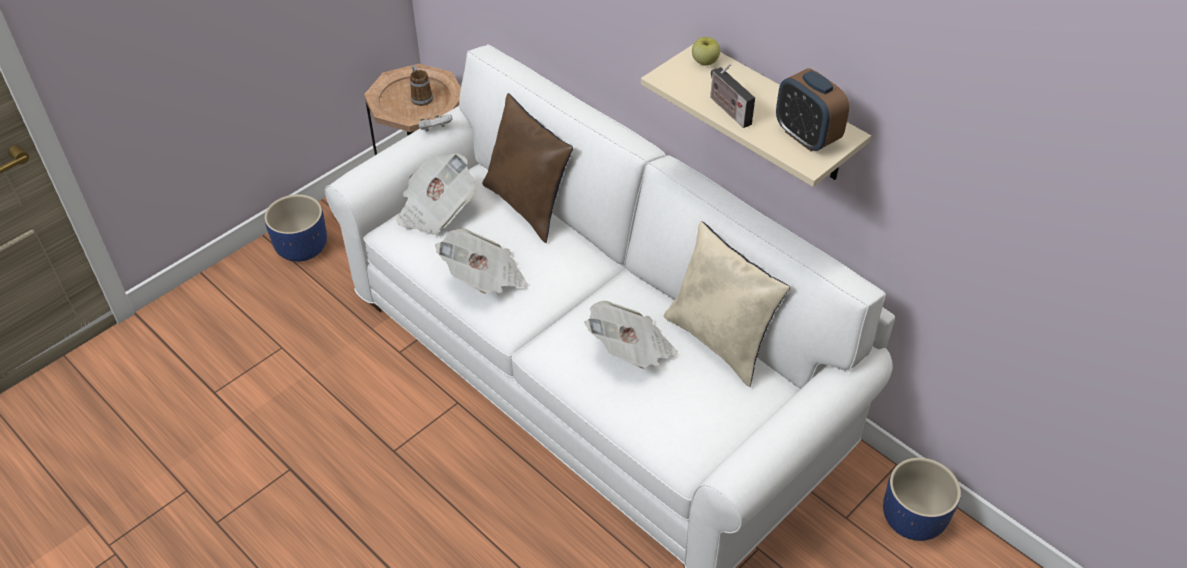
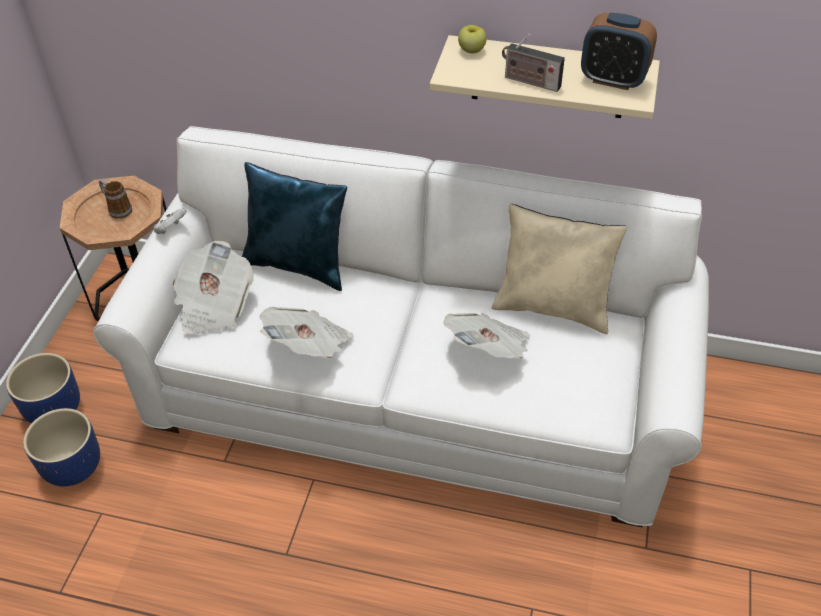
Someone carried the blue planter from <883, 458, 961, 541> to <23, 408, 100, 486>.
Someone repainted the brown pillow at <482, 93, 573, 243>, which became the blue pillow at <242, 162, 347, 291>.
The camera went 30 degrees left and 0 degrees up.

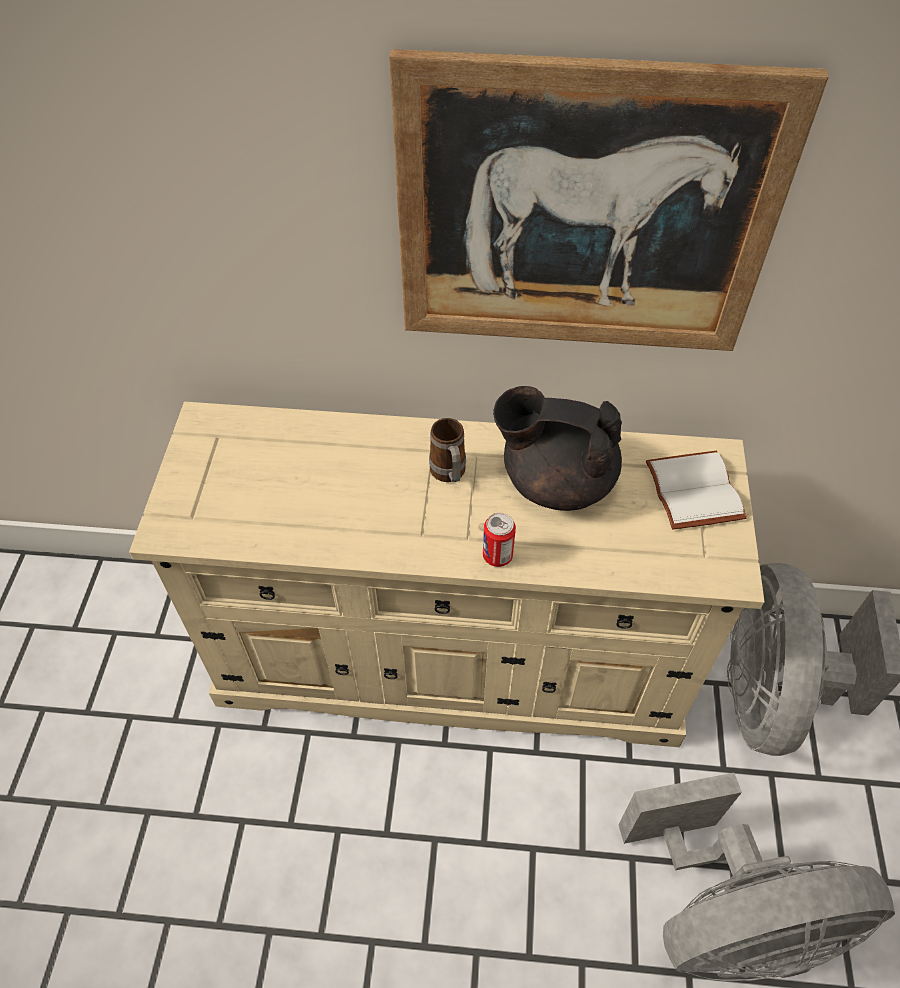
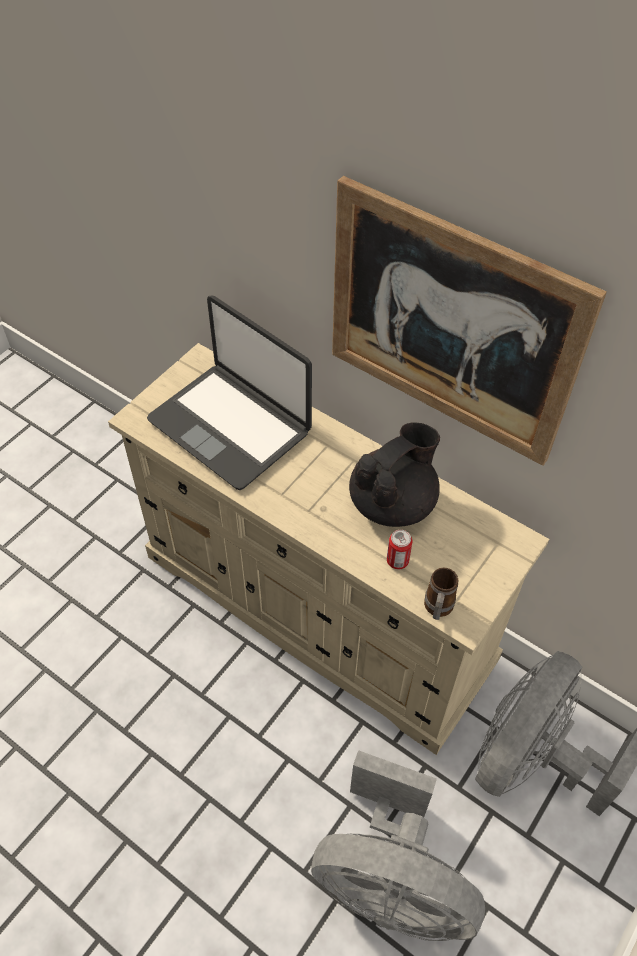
Someone put down the laptop at <147, 295, 312, 490>.
Someone rotated the black teapot at <493, 386, 622, 511> by 90 degrees clockwise.
Someone carried the can from <483, 513, 516, 567> to <387, 530, 413, 569>.
Someone carried the mug from <429, 418, 466, 482> to <424, 567, 458, 620>.
Someone took away the white book at <646, 451, 747, 530>.
The camera went 30 degrees right and 0 degrees up.

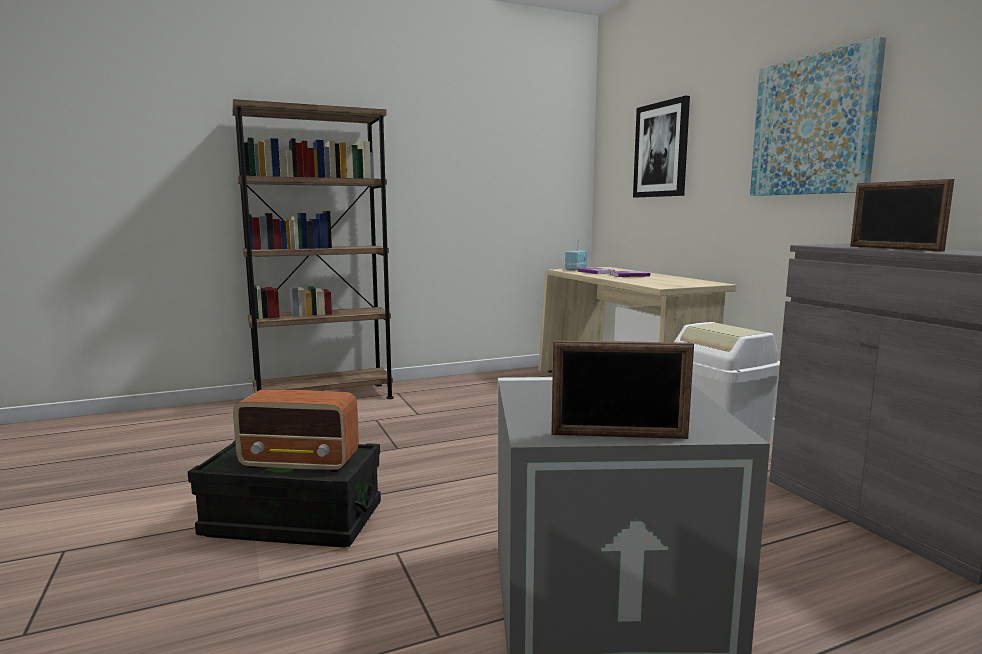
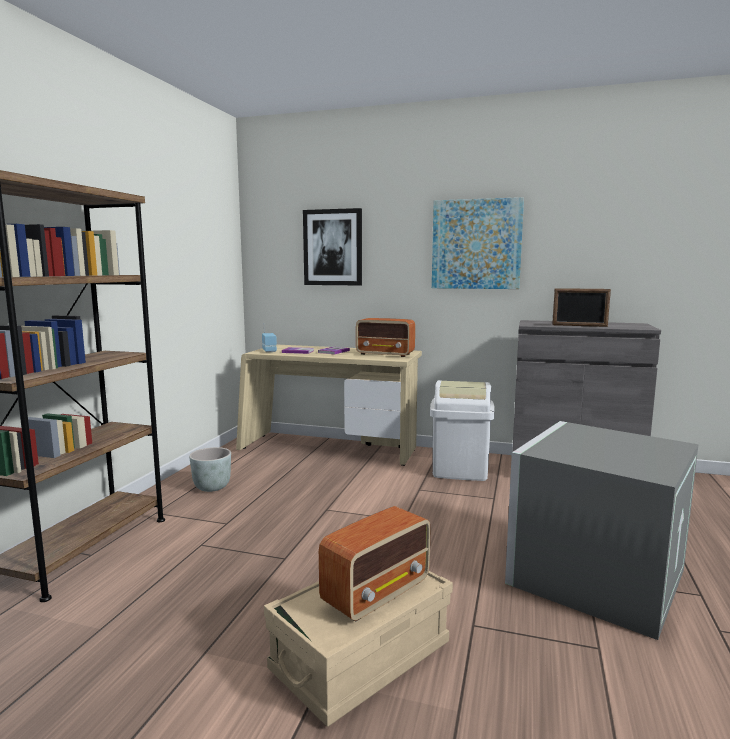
Someone put down the grey planter at <189, 447, 231, 492>.
Someone repainted the black storage box at <188, 440, 381, 548>, which became the beige storage box at <264, 571, 453, 727>.
Someone put down the radio at <356, 318, 415, 357>.
Someone took away the picture frame at <551, 340, 694, 439>.
The camera went 50 degrees left and 0 degrees up.

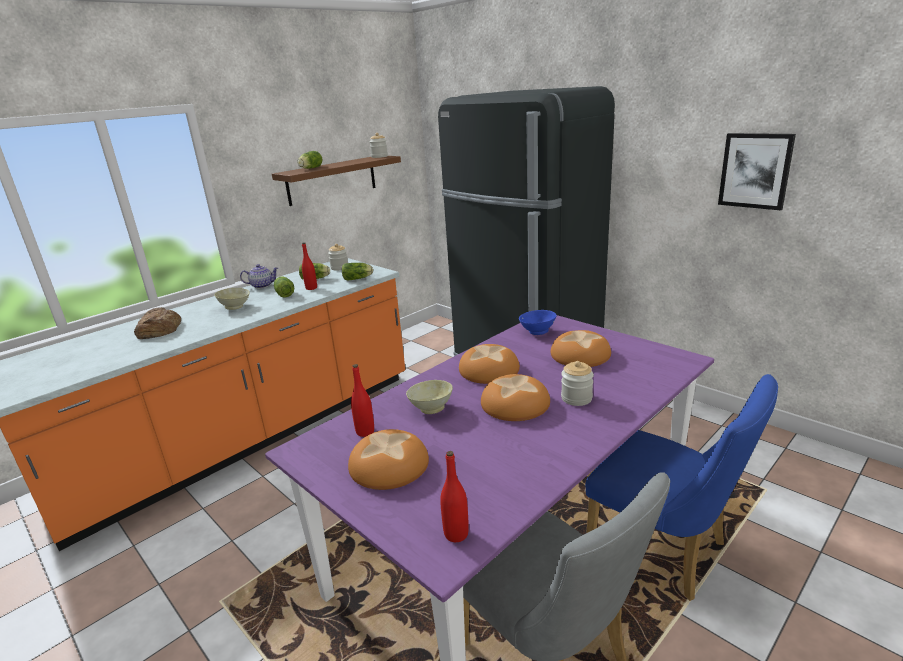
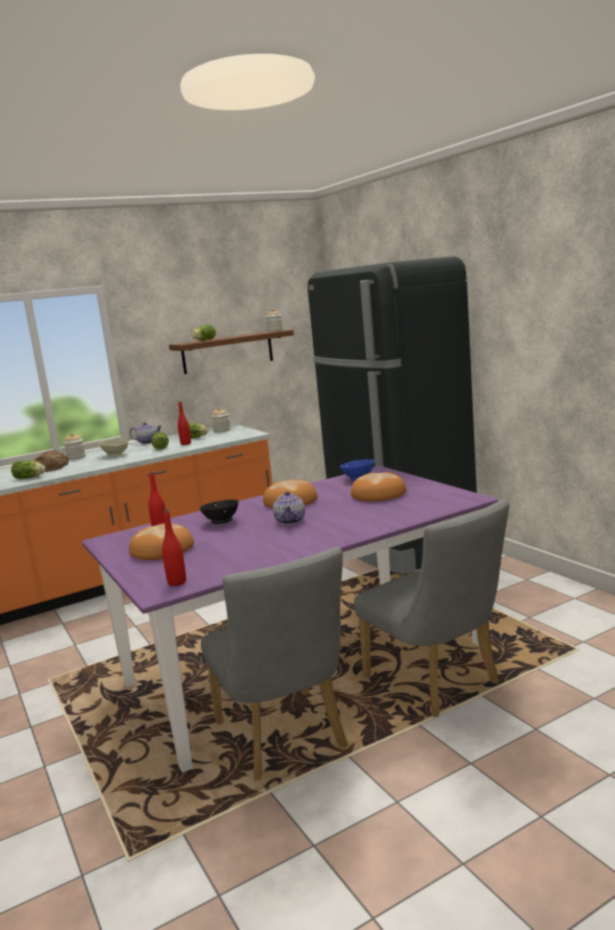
Someone carried the lettuce from <342, 263, 373, 281> to <11, 461, 45, 479>.
Someone carried the jar from <561, 361, 594, 406> to <64, 433, 86, 460>.
Someone repainted the beige bowl at <406, 380, 453, 414>, which became the black bowl at <200, 499, 239, 524>.
Someone swapped the bread at <481, 374, 550, 421> for the teapot at <273, 491, 305, 525>.
Someone repainted the blue chair at <586, 374, 778, 601>, which became the grey chair at <354, 499, 509, 717>.
Someone took away the picture at <718, 133, 796, 210>.
The camera went 15 degrees right and 10 degrees down.

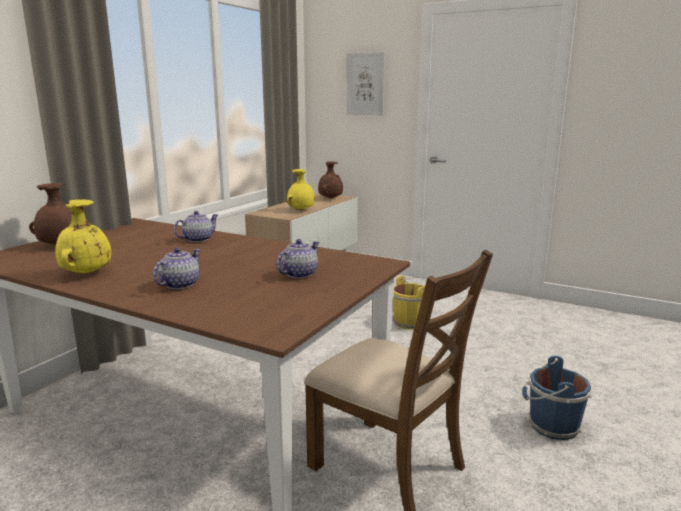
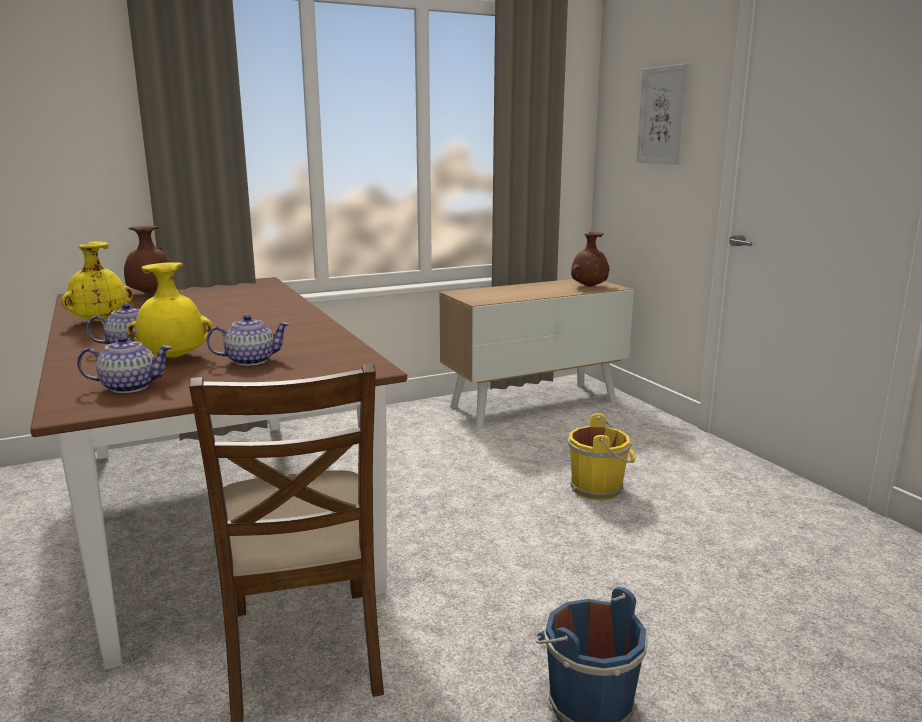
Someone carried the teapot from <174, 211, 219, 242> to <77, 336, 172, 393>.
Someone carried the yellow vase from <287, 169, 315, 210> to <128, 262, 213, 359>.
The camera went 35 degrees right and 0 degrees up.

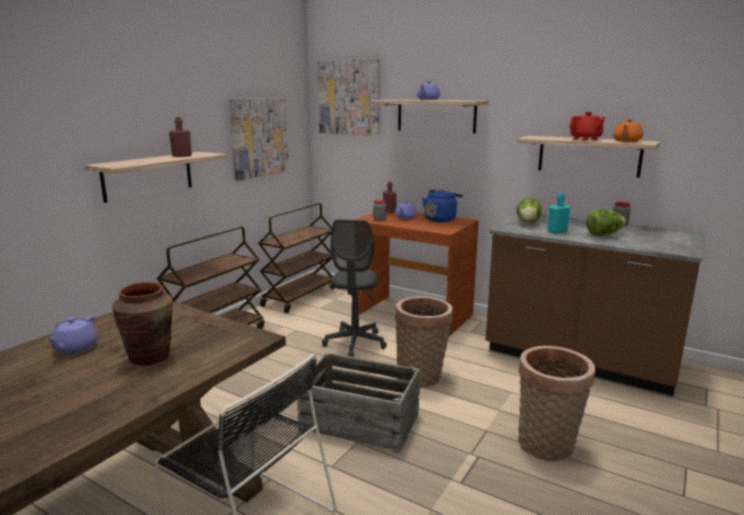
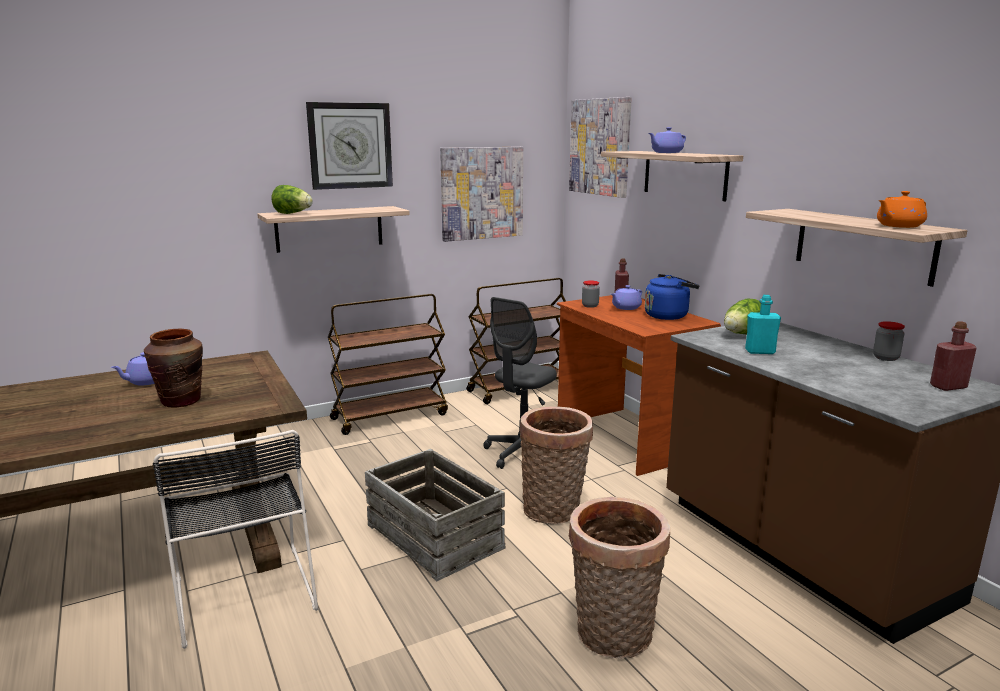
Someone carried the lettuce from <586, 209, 626, 236> to <271, 185, 313, 214>.
Someone put up the wall clock at <306, 102, 393, 190>.
Someone carried the red bottle from <169, 117, 192, 157> to <930, 321, 976, 391>.
Someone took away the red teapot at <569, 112, 605, 141>.
The camera went 30 degrees right and 0 degrees up.

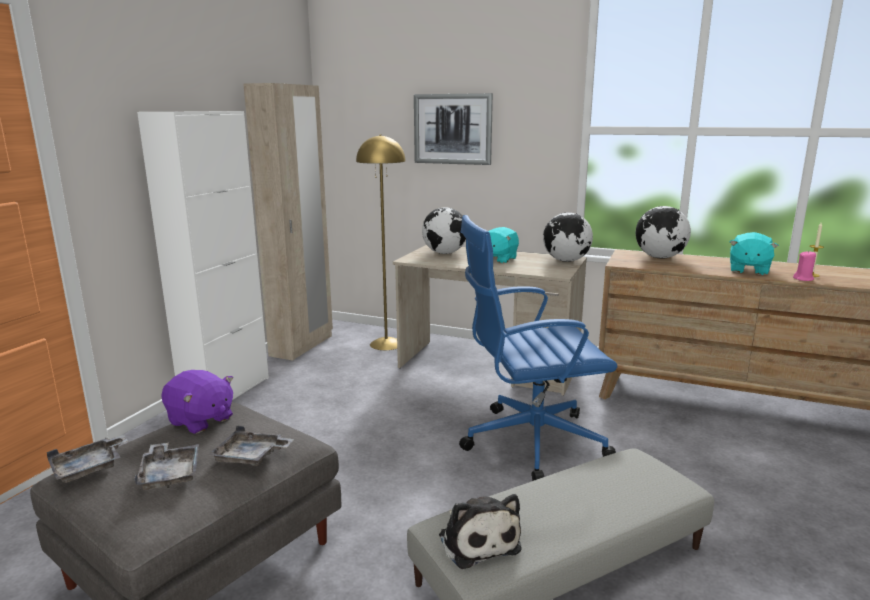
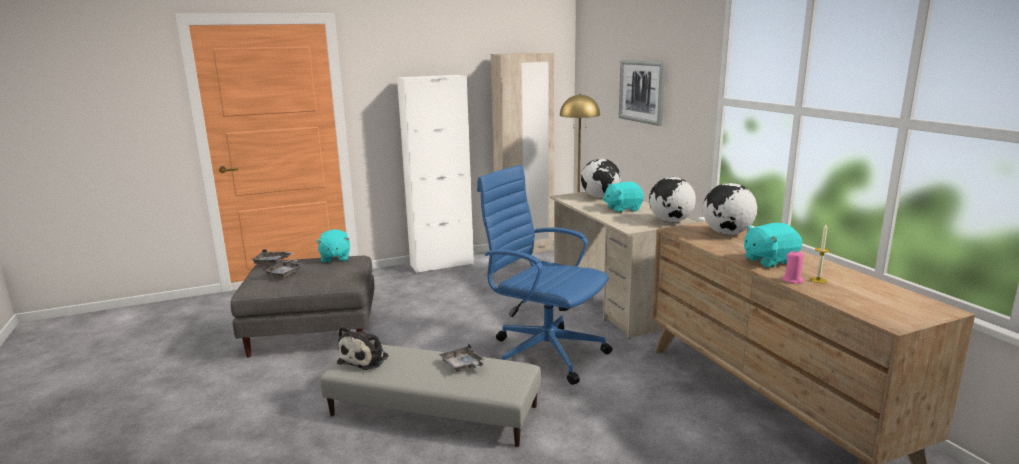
Someone repainted the purple plush toy at <161, 370, 233, 434>, which became the turquoise plush toy at <315, 229, 350, 263>.
Someone carried the grey tray from <208, 425, 294, 466> to <439, 343, 487, 372>.
The camera went 45 degrees right and 0 degrees up.

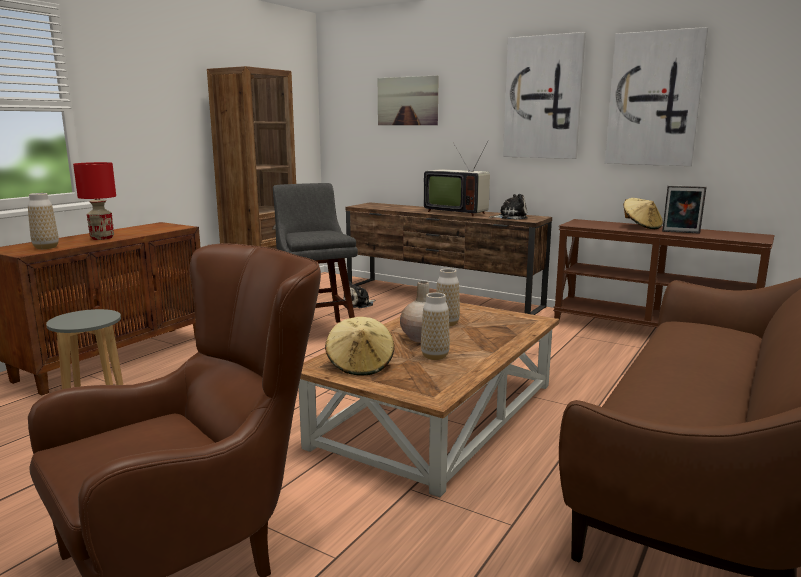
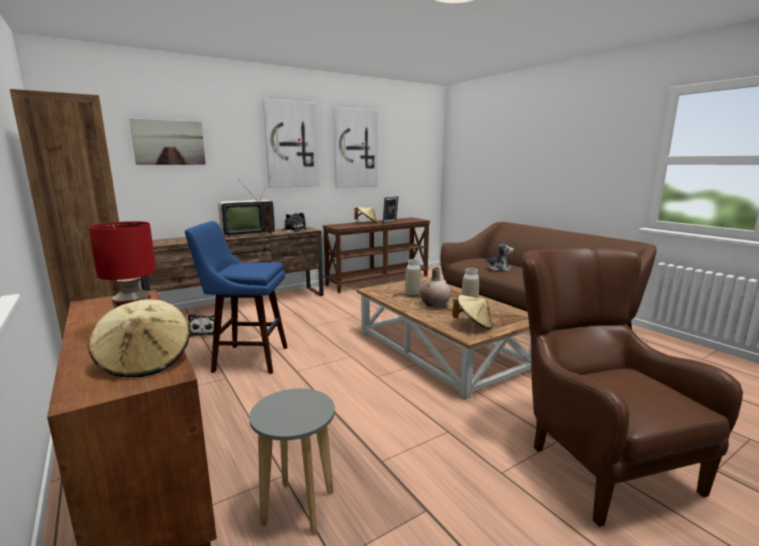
Someone swapped the vase at <28, 193, 59, 249> for the beige hat at <88, 300, 190, 377>.
Someone repainted the grey stool at <273, 183, 358, 323>, which became the blue stool at <185, 221, 287, 374>.
Someone put down the plush toy at <484, 240, 514, 271>.
The camera went 65 degrees left and 0 degrees up.

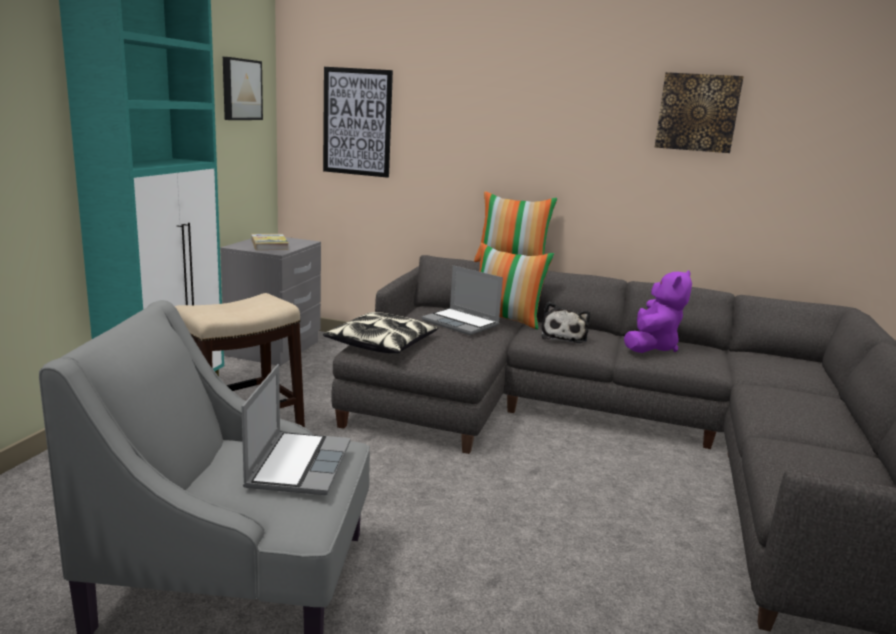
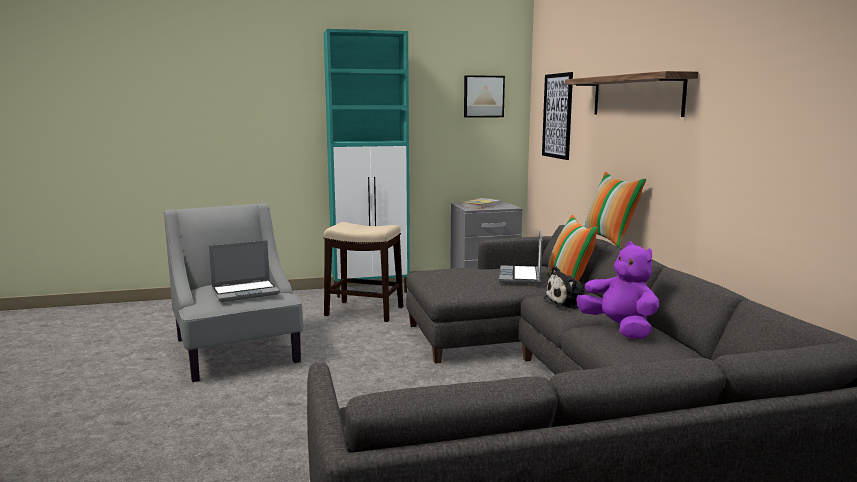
Someone put up the shelf at <565, 71, 699, 117>.
Someone rotated the purple plush toy at <624, 270, 692, 353> by 120 degrees counterclockwise.
Someone took away the pillow at <323, 312, 438, 353>.
Someone took away the picture at <655, 72, 744, 153>.
The camera went 60 degrees right and 5 degrees down.

